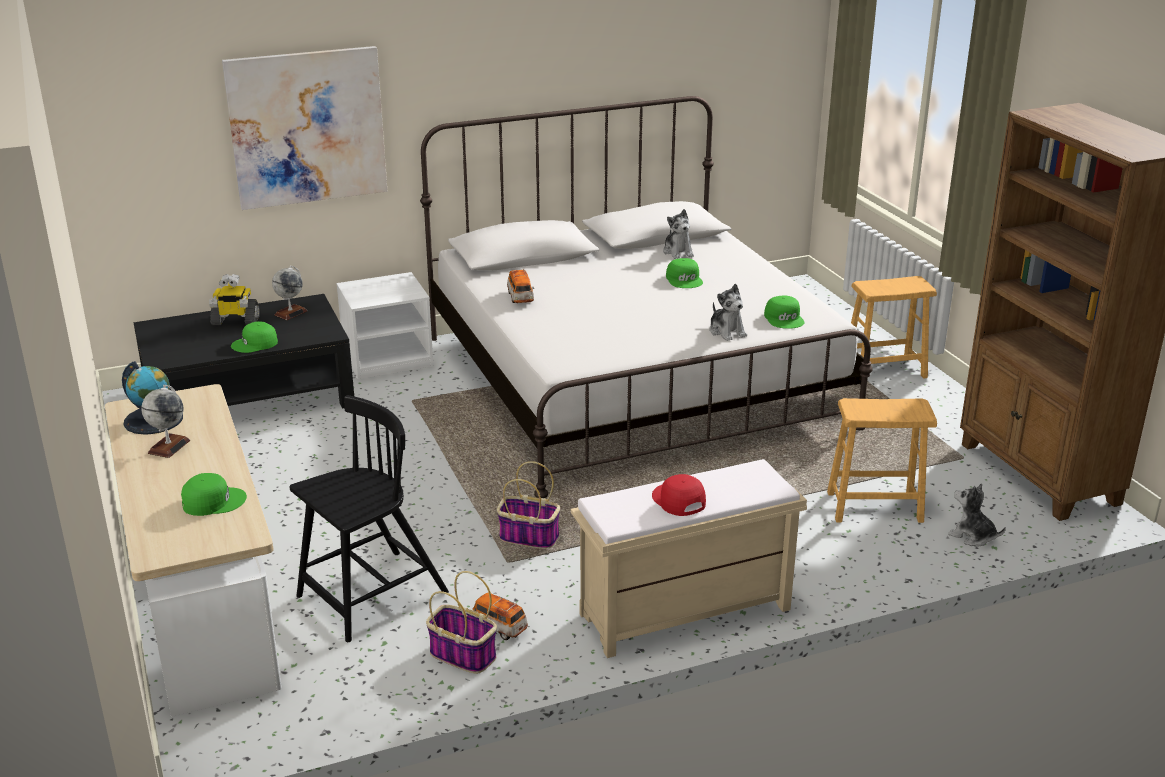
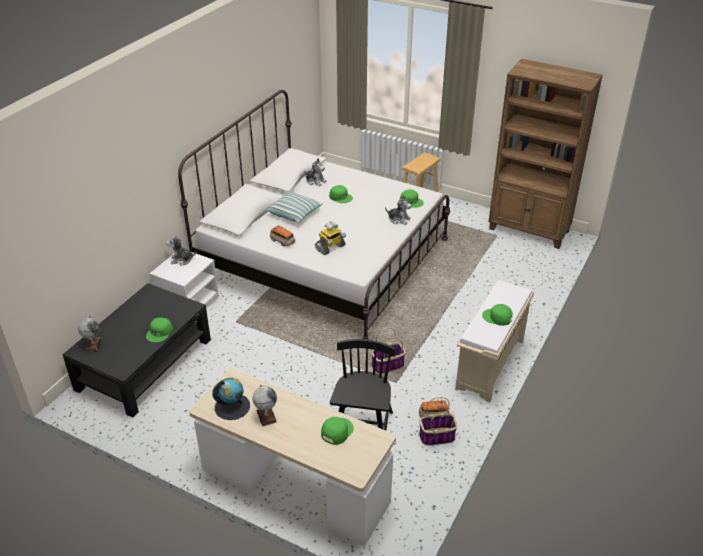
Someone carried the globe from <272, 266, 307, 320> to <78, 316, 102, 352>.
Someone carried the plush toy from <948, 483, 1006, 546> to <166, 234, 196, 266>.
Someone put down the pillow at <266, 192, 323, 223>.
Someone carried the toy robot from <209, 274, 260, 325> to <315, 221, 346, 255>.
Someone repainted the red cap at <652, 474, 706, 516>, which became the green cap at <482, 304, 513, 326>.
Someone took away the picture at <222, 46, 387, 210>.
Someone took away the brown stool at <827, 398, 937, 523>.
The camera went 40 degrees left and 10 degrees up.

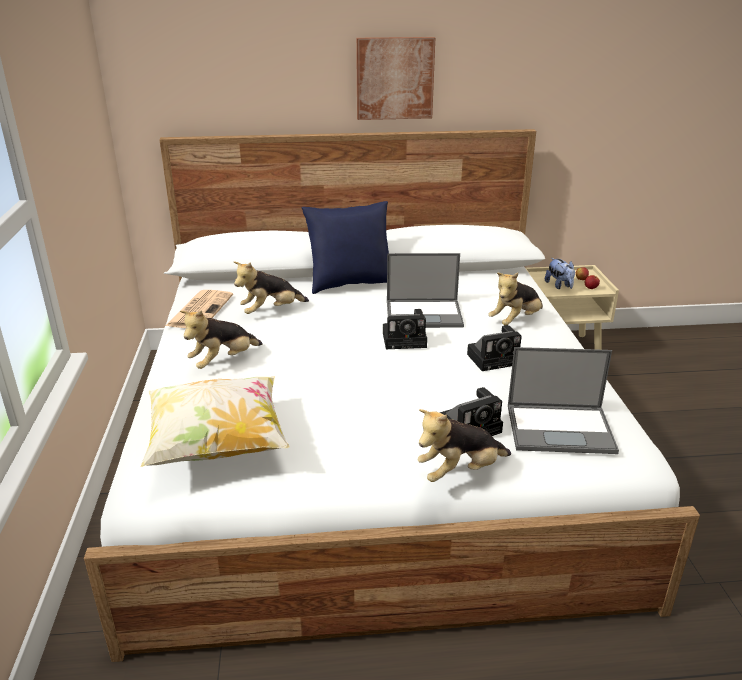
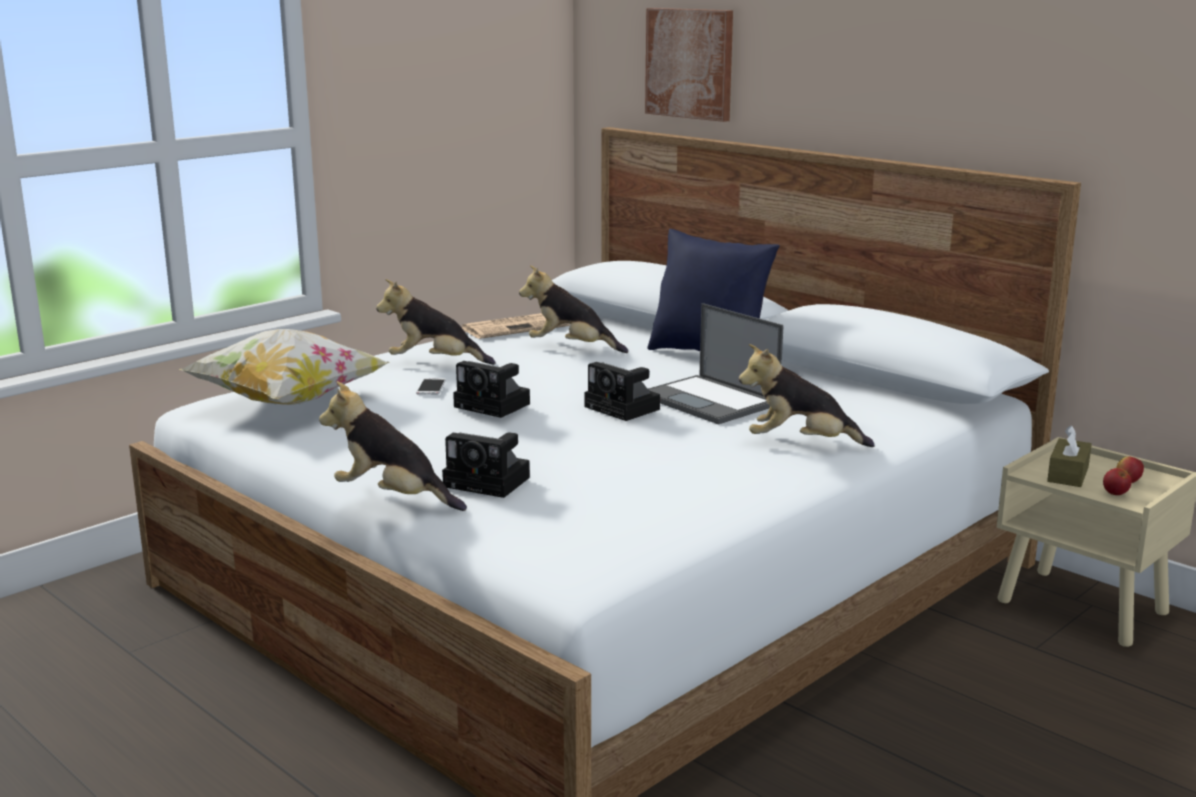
Someone put down the phone at <416, 378, 446, 395>.
Someone carried the photo camera from <467, 325, 522, 371> to <453, 361, 530, 418>.
Someone carried the picture from <356, 37, 435, 120> to <645, 8, 733, 122>.
Someone swapped the plush toy at <545, 258, 575, 289> for the brown tissue box at <1047, 425, 1092, 487>.
Someone took away the laptop at <508, 347, 619, 454>.
The camera went 50 degrees right and 10 degrees down.

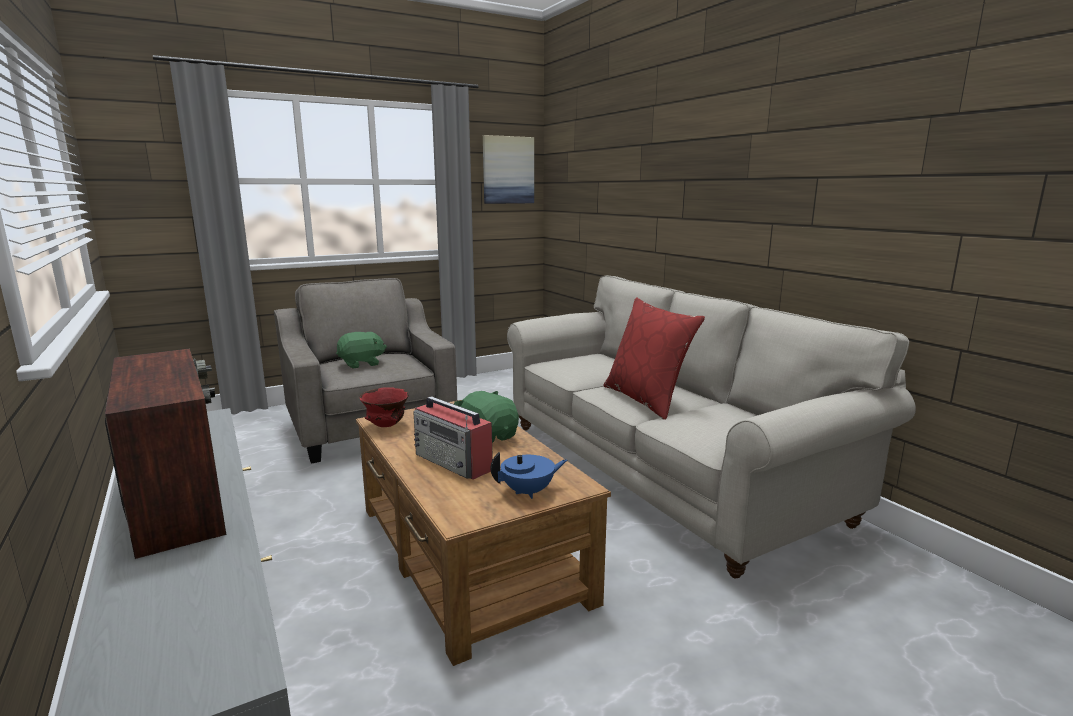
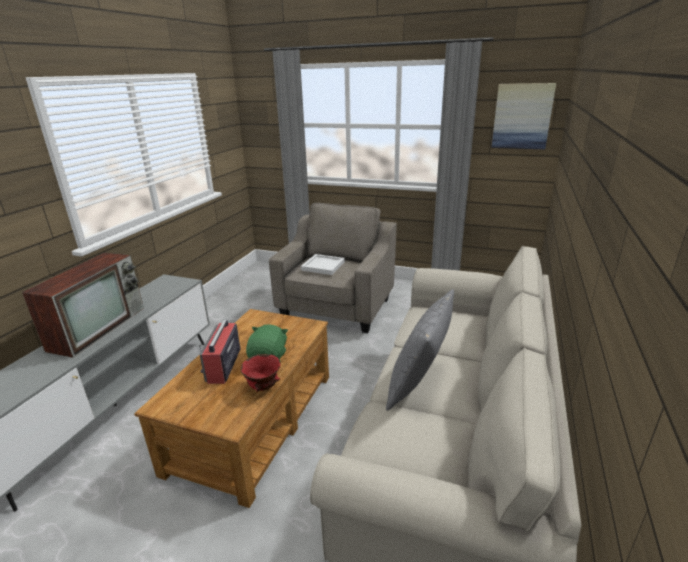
Someone carried the red bowl from <360, 387, 409, 427> to <241, 354, 281, 392>.
Someone swapped the green plush toy at <336, 332, 387, 369> for the white tray at <301, 254, 345, 275>.
Someone repainted the red pillow at <604, 298, 705, 420>, which became the grey pillow at <386, 289, 454, 411>.
Someone took away the blue teapot at <490, 452, 567, 499>.
The camera went 50 degrees right and 10 degrees up.

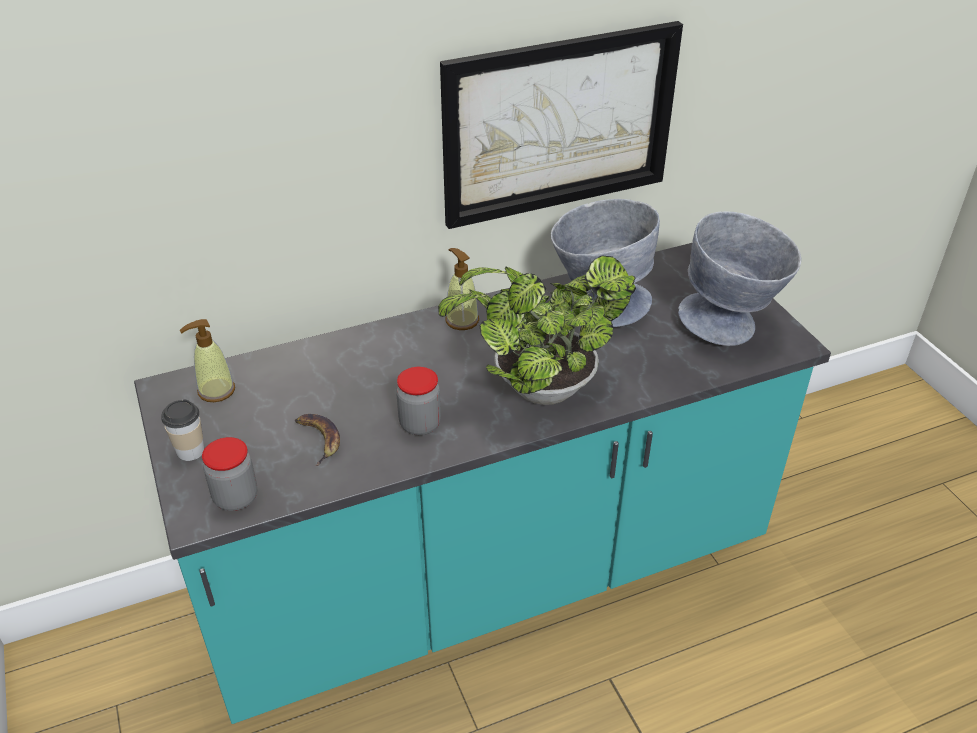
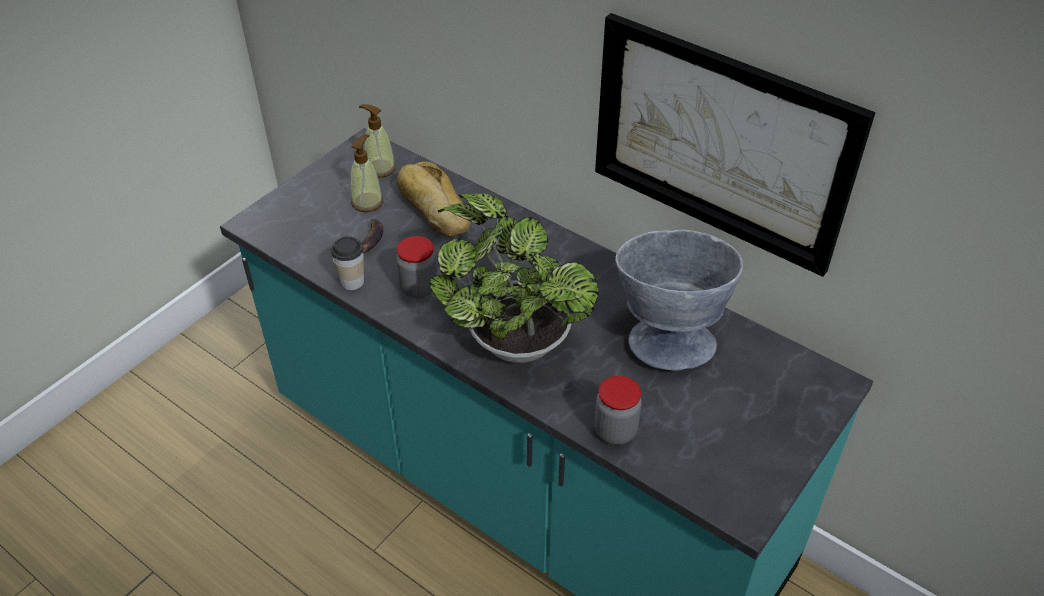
Someone carried the cup from <161, 399, 204, 461> to <331, 236, 364, 290>.
Someone carried the soap dispenser from <445, 248, 479, 330> to <351, 134, 383, 212>.
Someone put down the bread at <397, 161, 471, 237>.
Someone carried the jar from <202, 437, 257, 511> to <594, 376, 642, 445>.
Someone took away the grey bowl at <678, 211, 801, 346>.
The camera went 60 degrees right and 5 degrees up.

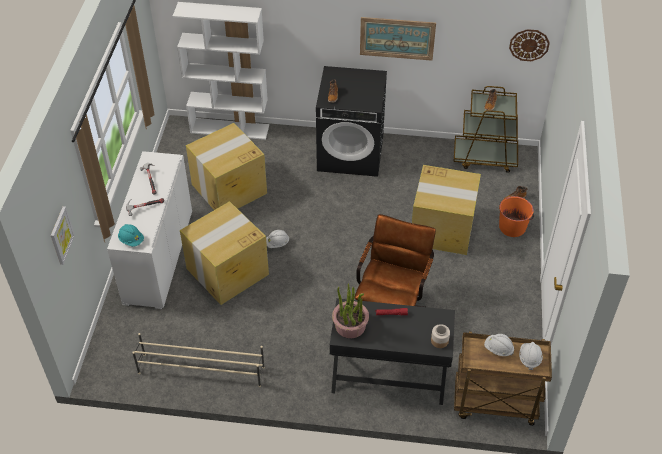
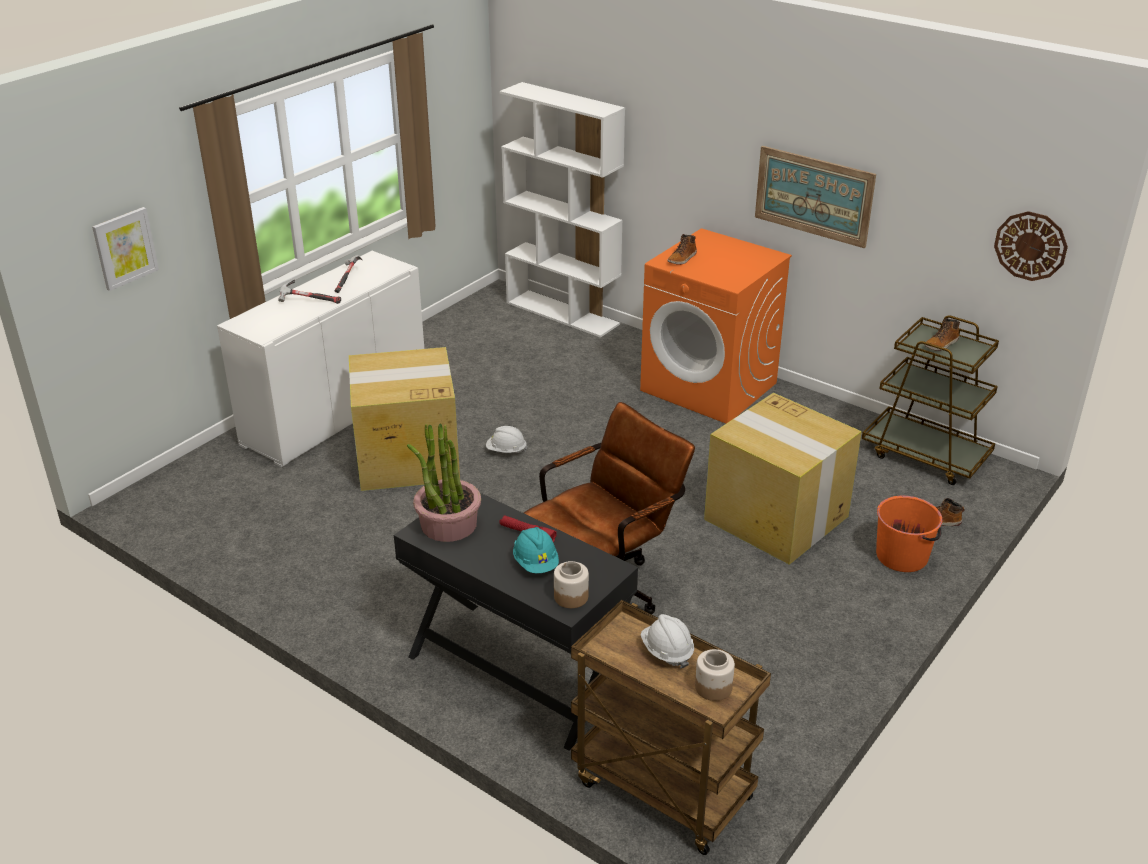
Someone carried the turquoise hard hat from <118, 224, 144, 247> to <513, 527, 559, 573>.
Someone repainted the black washing machine at <316, 66, 387, 177>, which became the orange washing machine at <640, 228, 792, 424>.
Someone swapped the white hard hat at <519, 342, 543, 370> for the jar at <695, 649, 735, 701>.
Someone took away the beige shoe rack at <132, 333, 265, 387>.
Someone took away the cardboard box at <186, 123, 267, 210>.
The camera went 30 degrees right and 15 degrees down.

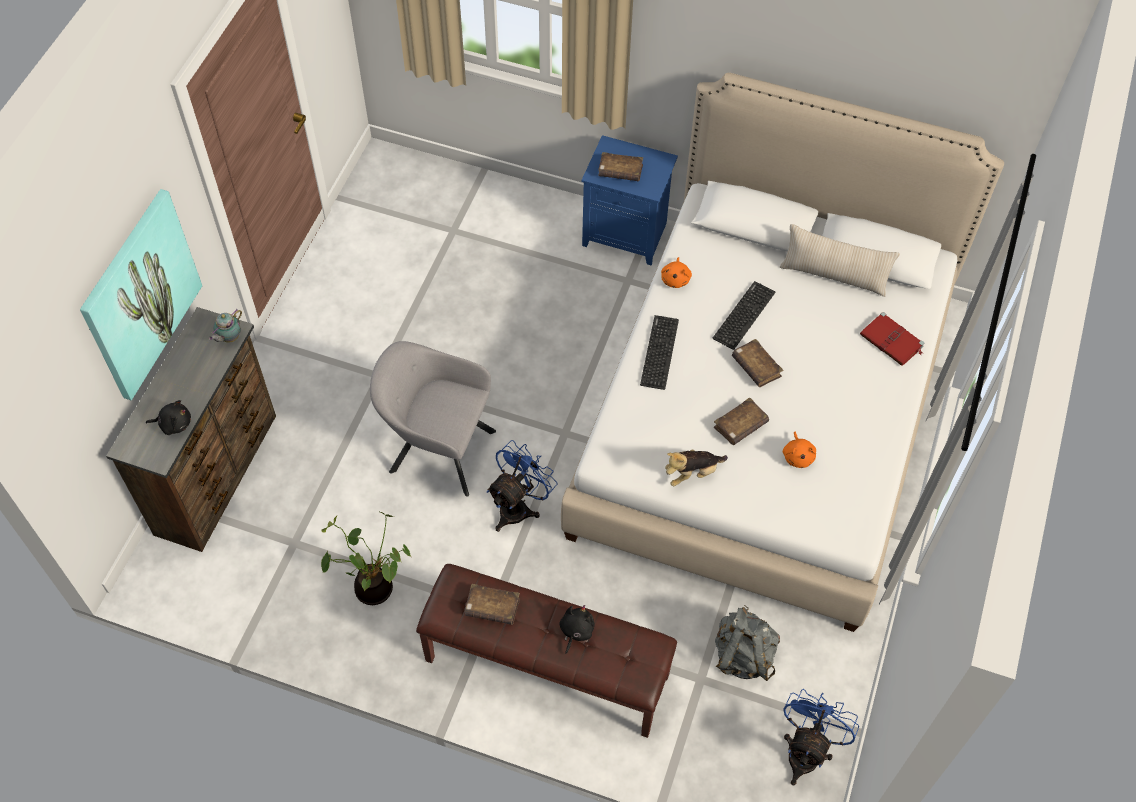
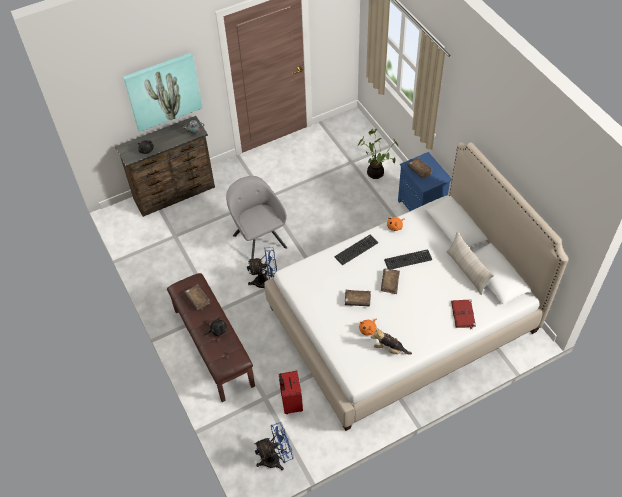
Someone swapped the grey backpack at <715, 605, 780, 681> for the red suitcase at <279, 371, 303, 414>.
Someone carried the potted plant from <321, 511, 411, 605> to <358, 129, 398, 179>.
Someone carried the plush toy from <665, 449, 728, 486> to <371, 327, 412, 355>.
The camera went 45 degrees right and 5 degrees down.

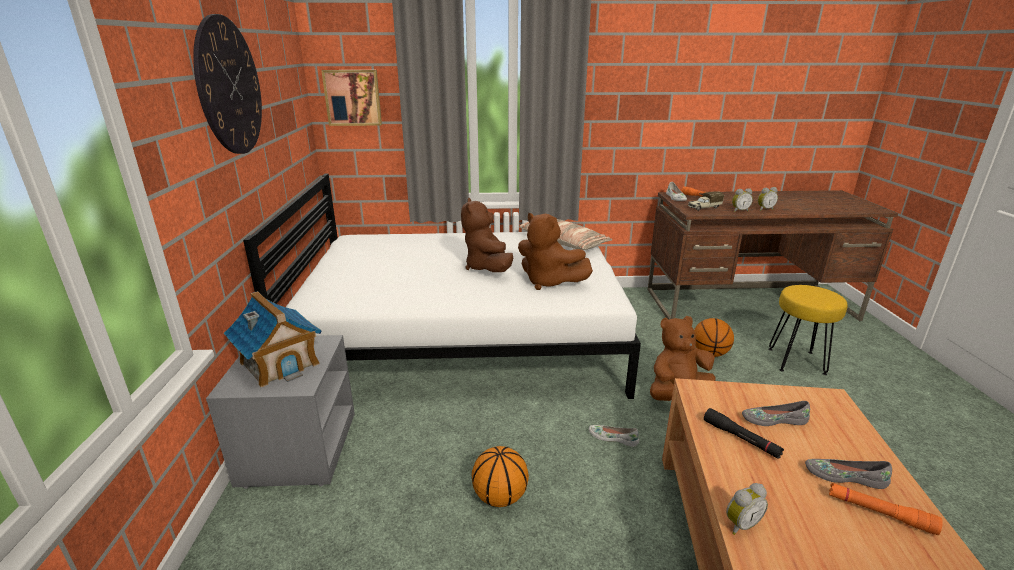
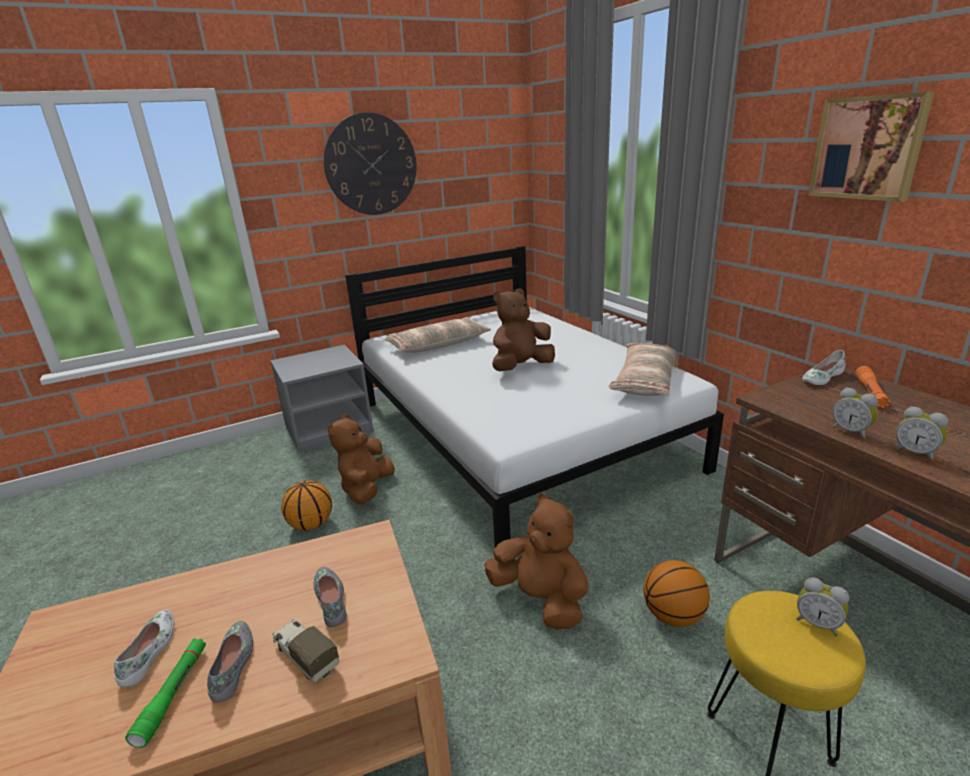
Someone carried the white shoe from <589, 425, 639, 447> to <114, 610, 174, 687>.
Someone repainted the orange flashlight at <829, 483, 943, 535>, which became the green flashlight at <125, 638, 206, 748>.
Someone carried the toy truck from <688, 191, 724, 211> to <272, 619, 340, 684>.
Someone carried the brown plush toy from <518, 213, 593, 290> to <328, 413, 395, 504>.
Someone put down the pillow at <385, 318, 491, 353>.
Someone carried the alarm clock from <726, 483, 768, 535> to <796, 577, 849, 636>.
Someone carried the picture from <321, 70, 382, 126> to <808, 91, 935, 202>.
Someone took away the toy house at <224, 291, 322, 387>.
Someone took away the black flashlight at <704, 408, 784, 459>.
The camera went 65 degrees right and 0 degrees up.

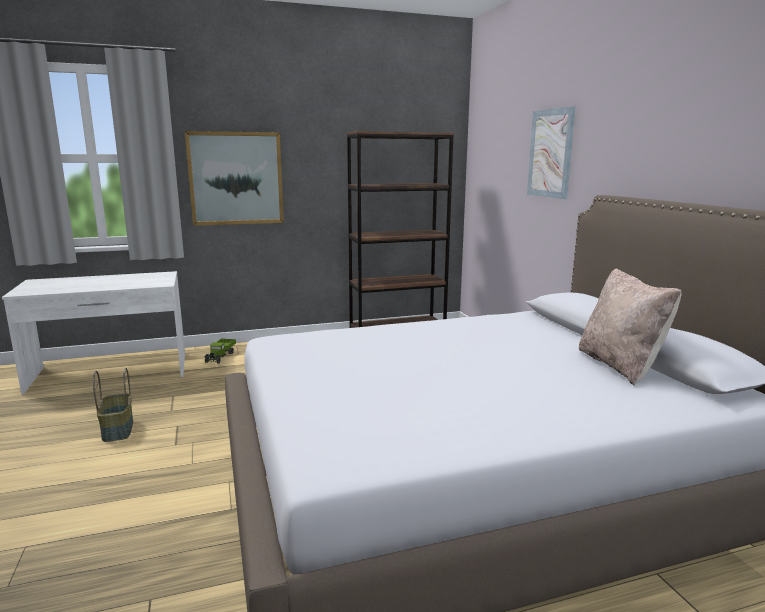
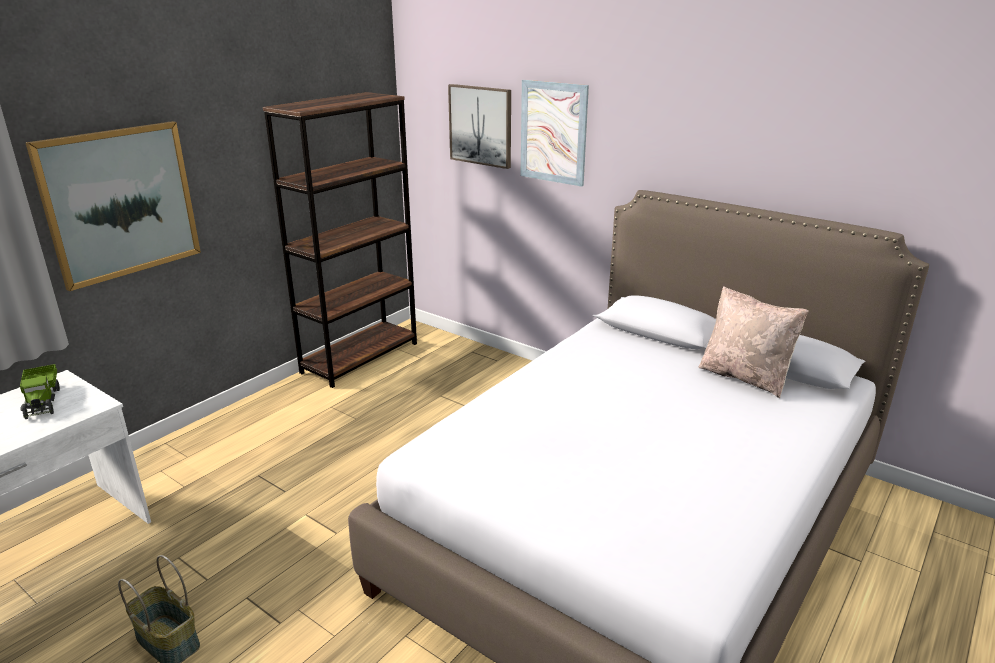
Someone carried the toy truck from <204, 339, 236, 364> to <20, 364, 60, 419>.
Someone put up the picture at <448, 84, 511, 169>.
The camera went 35 degrees left and 10 degrees up.

